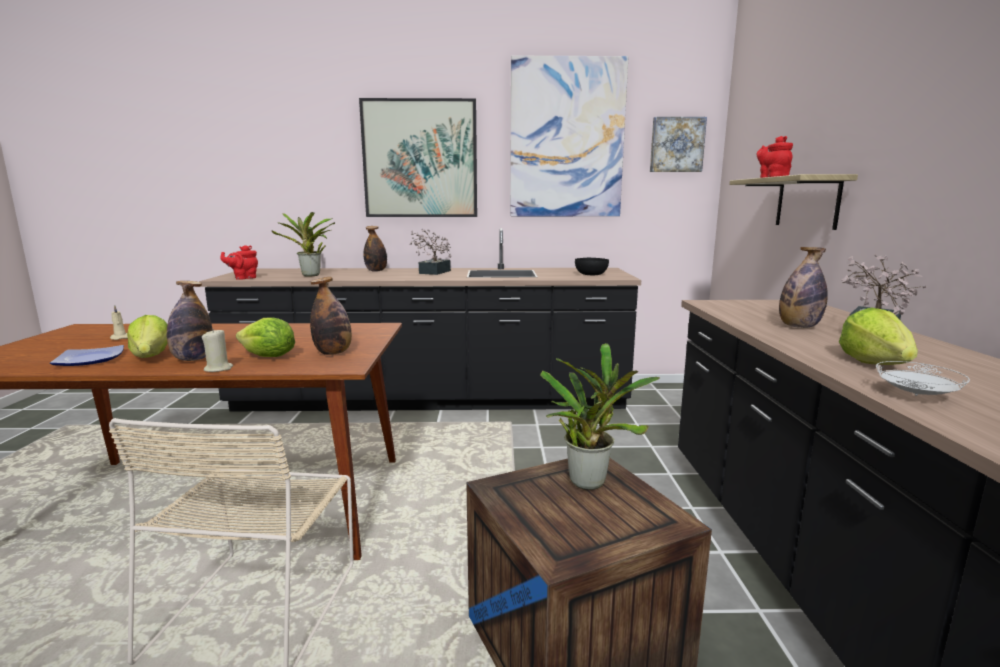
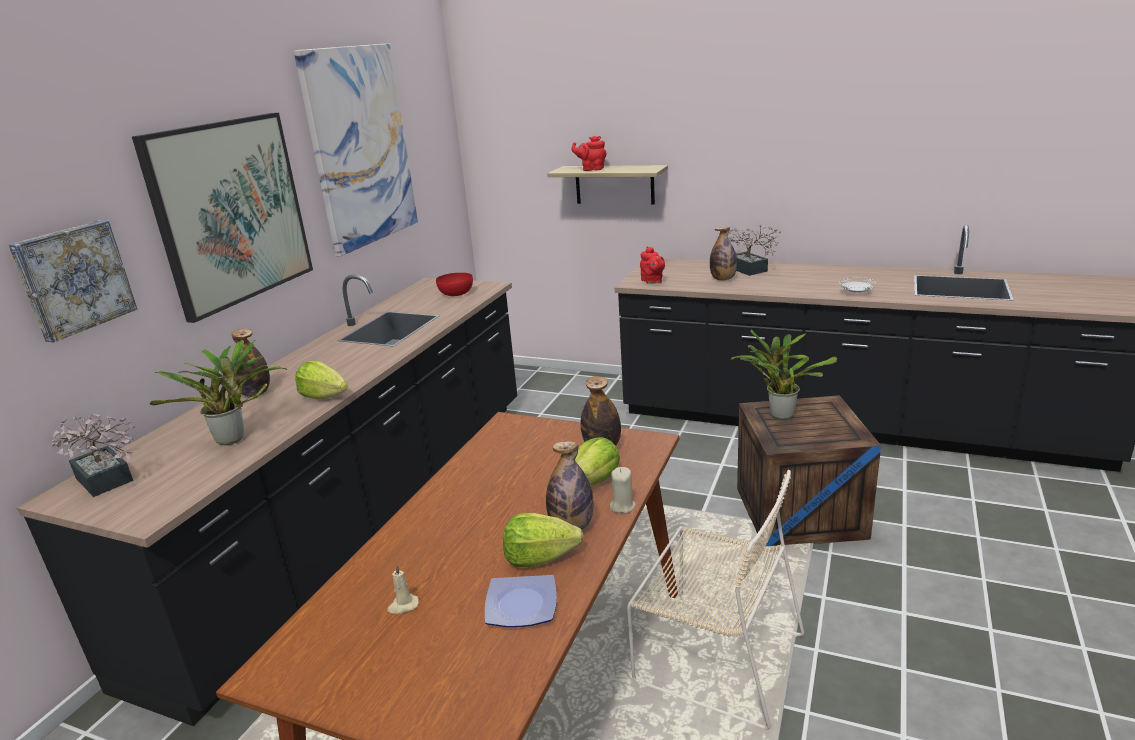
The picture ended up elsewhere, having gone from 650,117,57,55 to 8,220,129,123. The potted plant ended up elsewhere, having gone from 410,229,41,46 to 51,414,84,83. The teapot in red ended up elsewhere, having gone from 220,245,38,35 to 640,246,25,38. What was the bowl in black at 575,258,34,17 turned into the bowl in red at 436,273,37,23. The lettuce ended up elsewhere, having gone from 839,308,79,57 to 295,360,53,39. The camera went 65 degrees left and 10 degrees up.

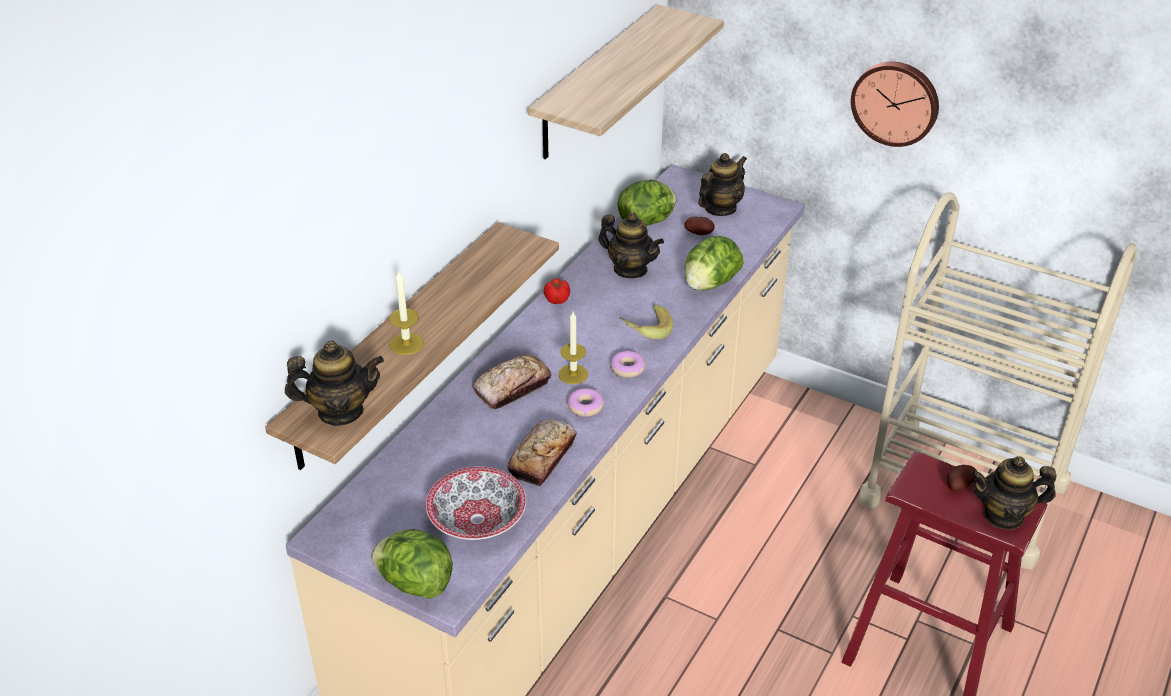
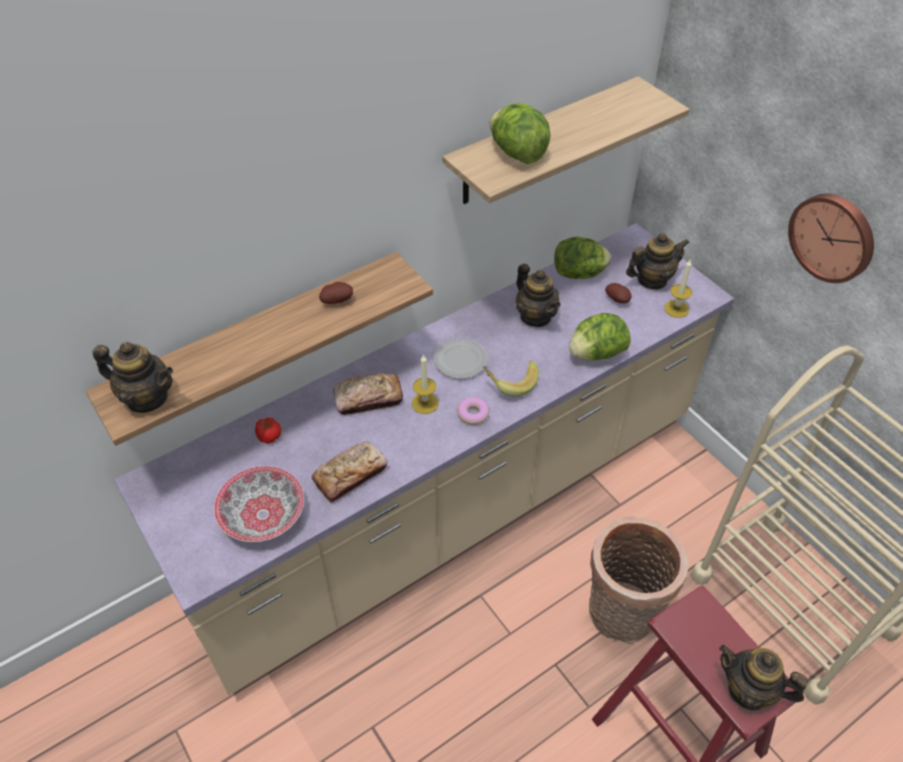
The candle ended up elsewhere, having gone from 389,269,35,86 to 664,260,28,58. The tomato ended up elsewhere, having gone from 543,278,27,26 to 255,417,26,27. The second view lost the donut at 567,388,37,29. The potato ended up elsewhere, having gone from 947,465,30,27 to 319,282,34,22. The lettuce ended up elsewhere, having gone from 371,529,82,70 to 489,103,61,61. The second view gained the plate at 434,338,54,41. The second view gained the basket at 589,516,99,127. The camera went 25 degrees right and 10 degrees up.

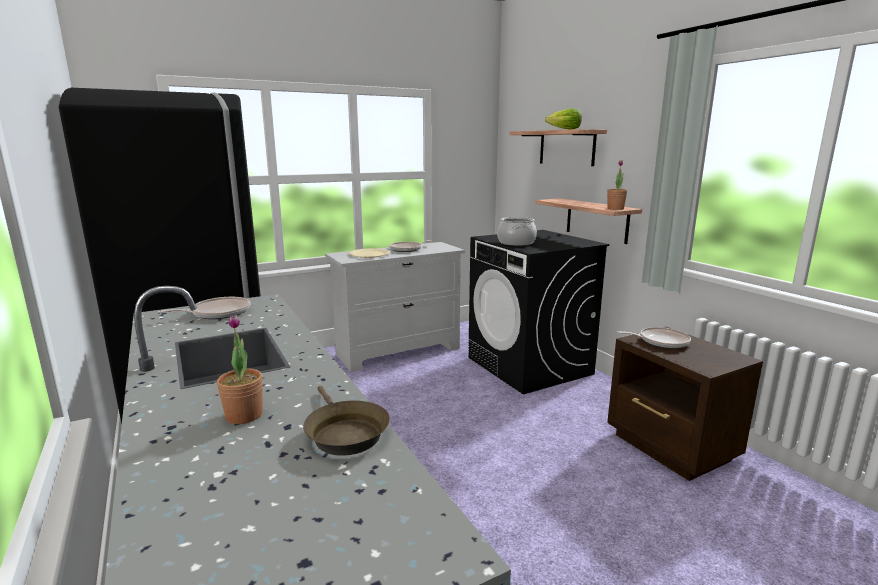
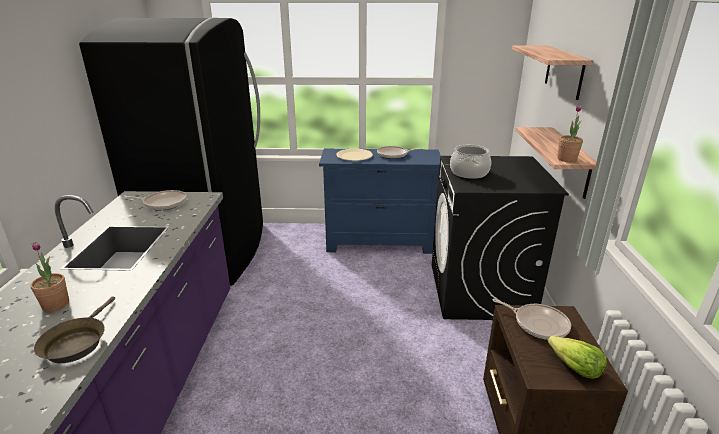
The lettuce ended up elsewhere, having gone from 545,108,37,21 to 547,336,60,43. What was the dresser in white at 325,242,140,130 turned into the dresser in blue at 319,149,122,105. The camera went 30 degrees right and 10 degrees up.

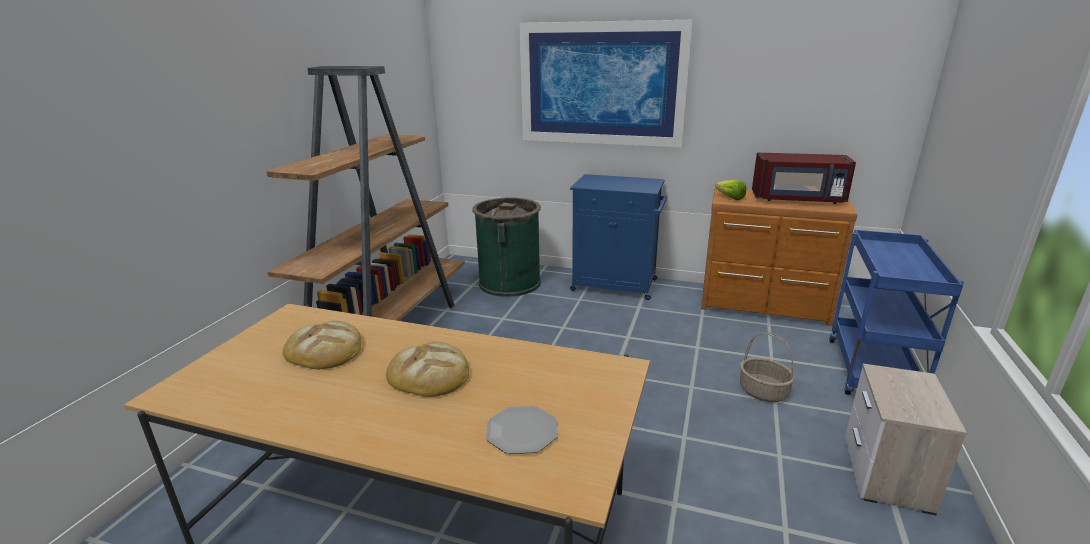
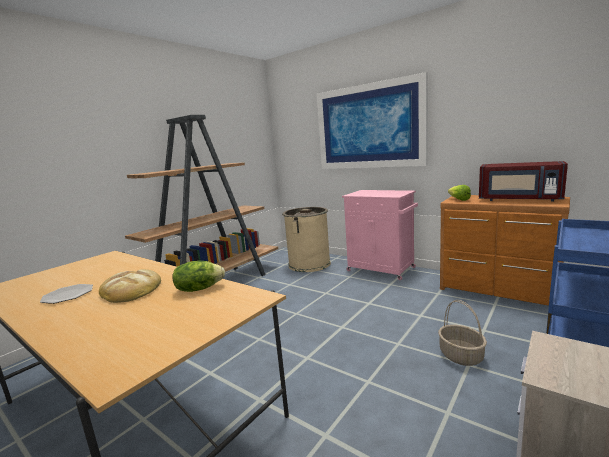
What was the cabinet in blue at 570,174,97,126 turned into the cabinet in pink at 342,190,76,90. What was the trash can in green at 472,198,69,99 turned into the trash can in beige at 282,207,49,65. The second view lost the bread at 283,321,78,48. The plate ended up elsewhere, having gone from 486,406,72,48 to 40,284,53,20. The second view gained the lettuce at 172,261,53,31. The camera went 20 degrees right and 10 degrees down.

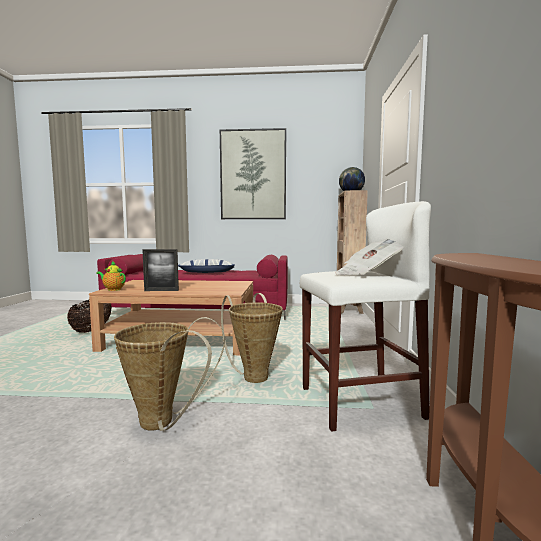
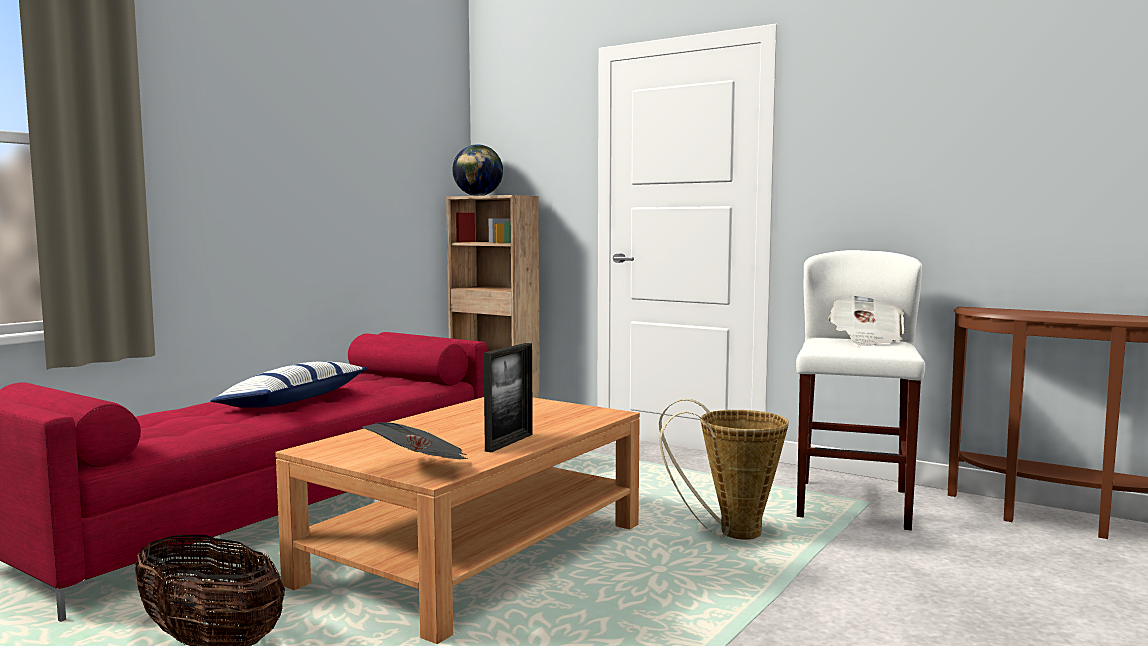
The second view lost the picture at 220,128,66,91. Where the teapot stood at 96,261,30,30, the newspaper came to stand at 362,422,106,37. The second view lost the basket at 114,317,111,114. The camera went 60 degrees left and 0 degrees up.

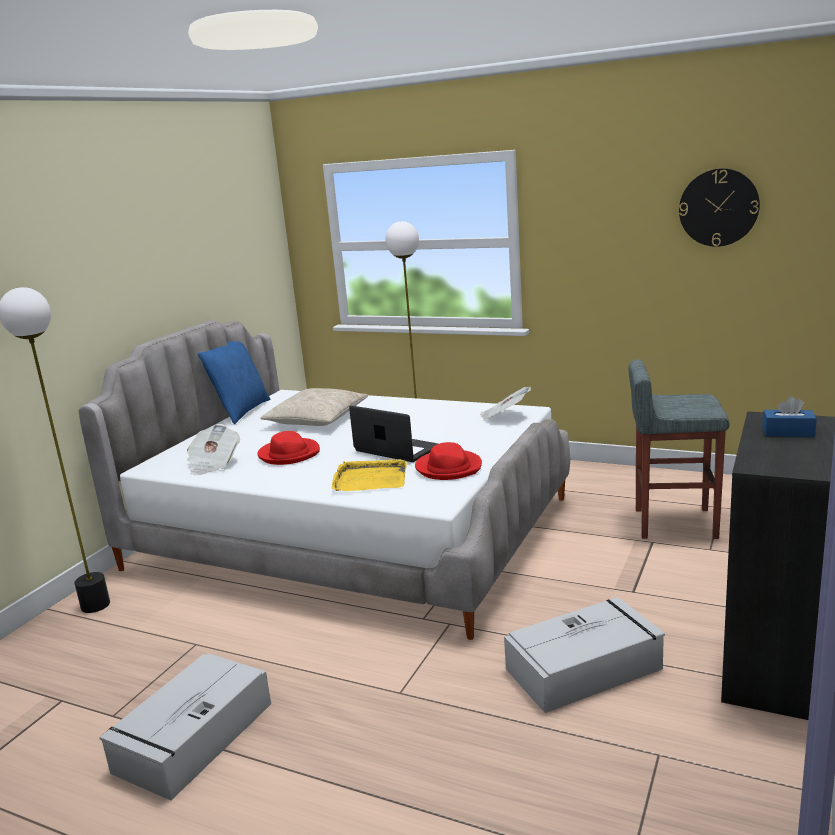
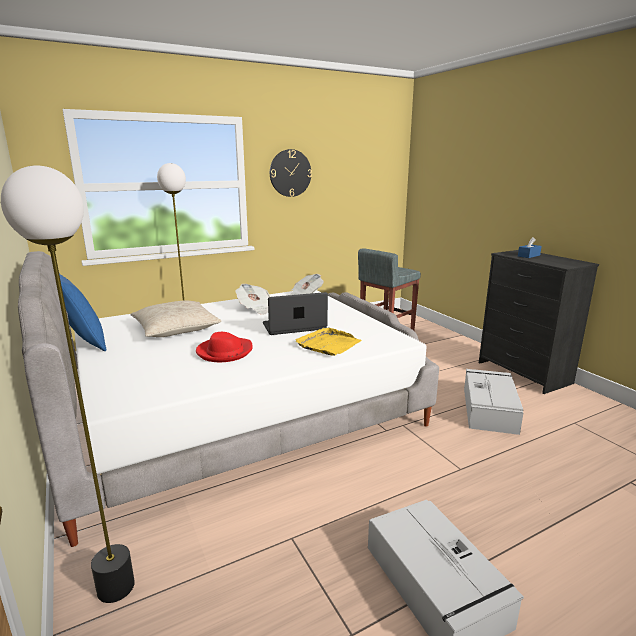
The wall clock ended up elsewhere, having gone from 679,168,81,79 to 270,149,42,48. The newspaper ended up elsewhere, having gone from 187,424,53,51 to 235,284,36,31. The second view lost the hat in red at 415,442,67,38. The camera went 55 degrees left and 0 degrees up.

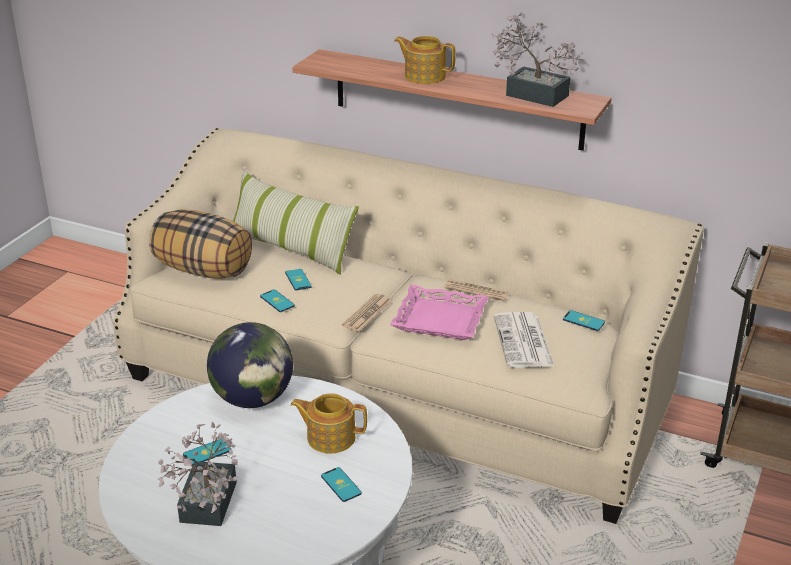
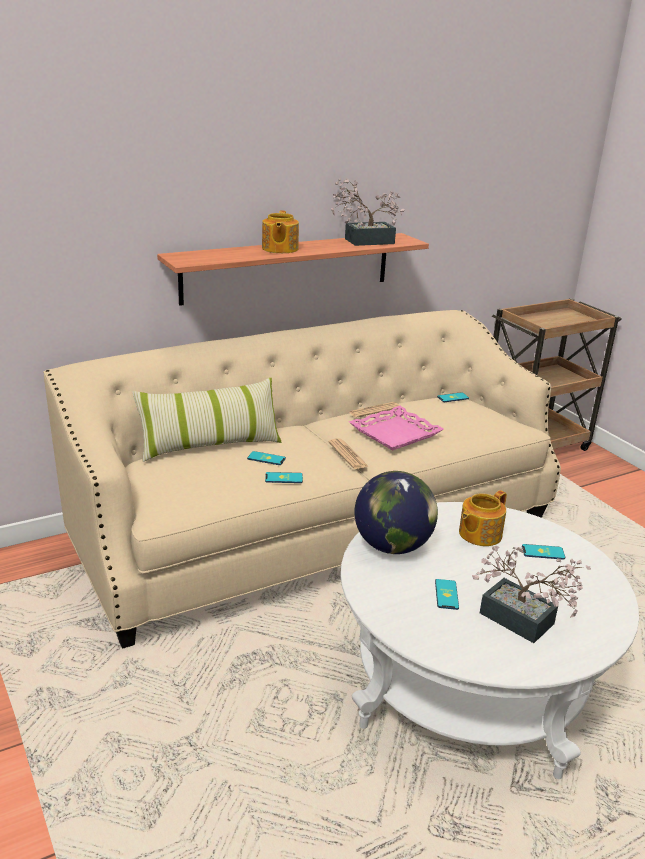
The teapot at 394,36,62,48 ended up facing another way, 60 degrees counterclockwise from before. The second view lost the pillow at 149,209,103,70. The second view lost the newspaper at 494,312,60,56. The camera went 55 degrees left and 5 degrees down.

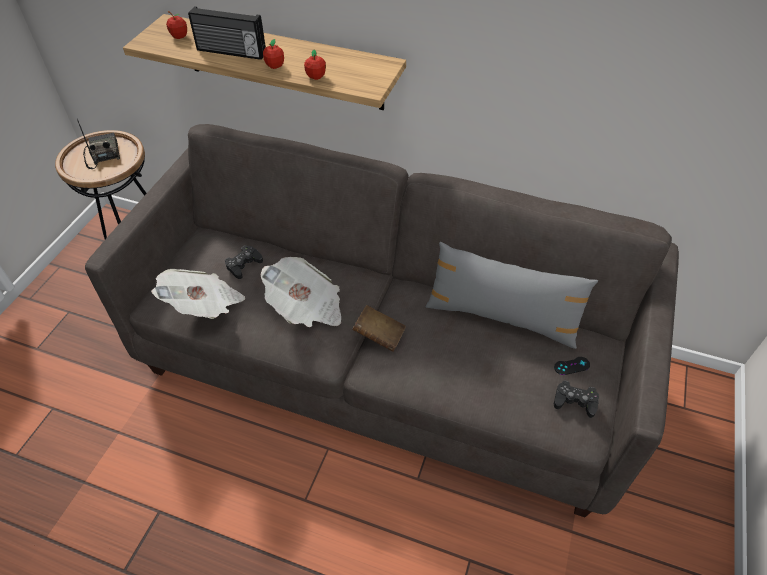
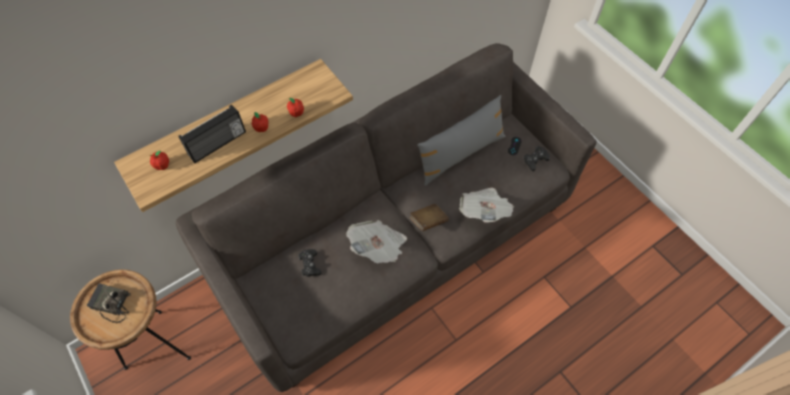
The newspaper ended up elsewhere, having gone from 151,269,94,50 to 459,188,55,35. The camera went 55 degrees left and 10 degrees up.

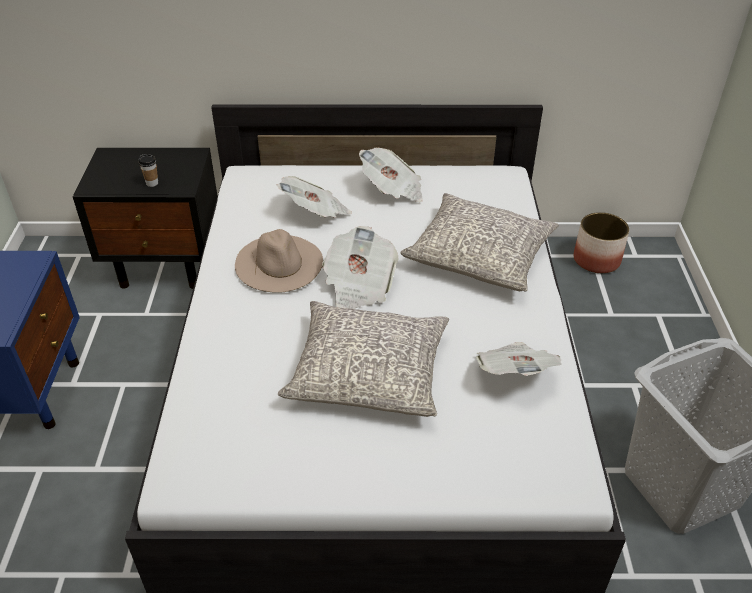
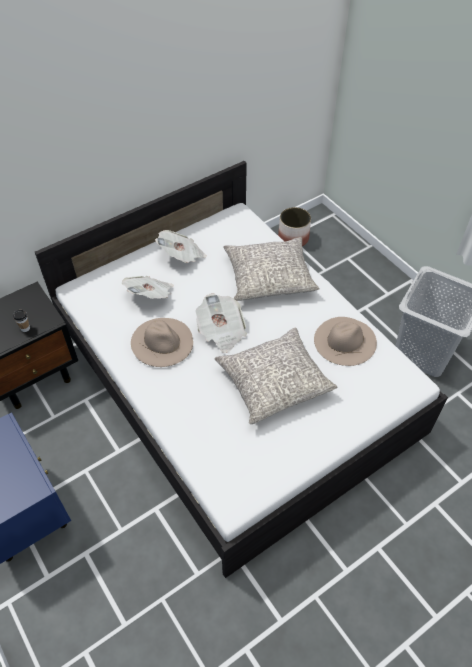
Where the newspaper stood at 476,342,85,34, the hat in beige came to stand at 314,317,63,49. The camera went 35 degrees left and 10 degrees up.

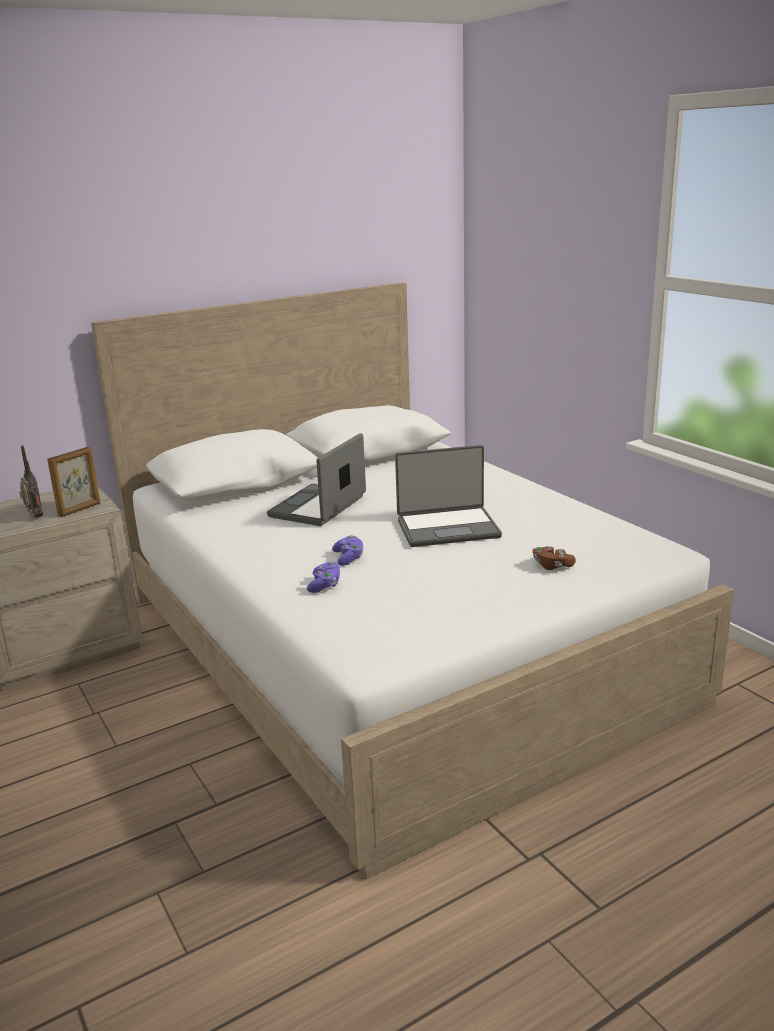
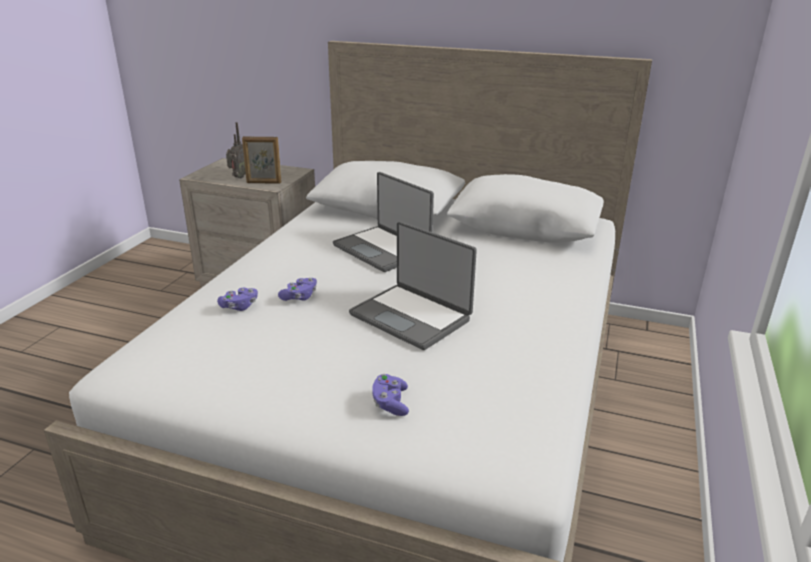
The laptop at 267,433,99,93 ended up facing another way, 120 degrees counterclockwise from before. What was the game controller in brown at 533,546,43,24 turned into the game controller in purple at 372,374,37,42. The camera went 50 degrees right and 5 degrees up.

